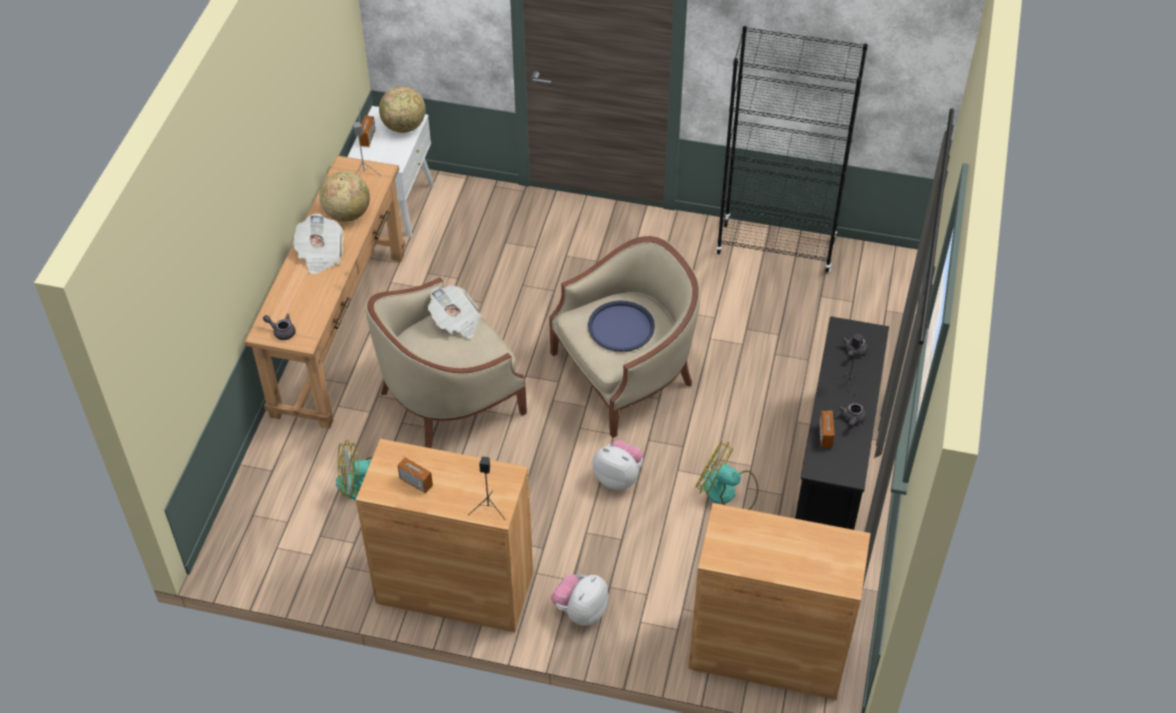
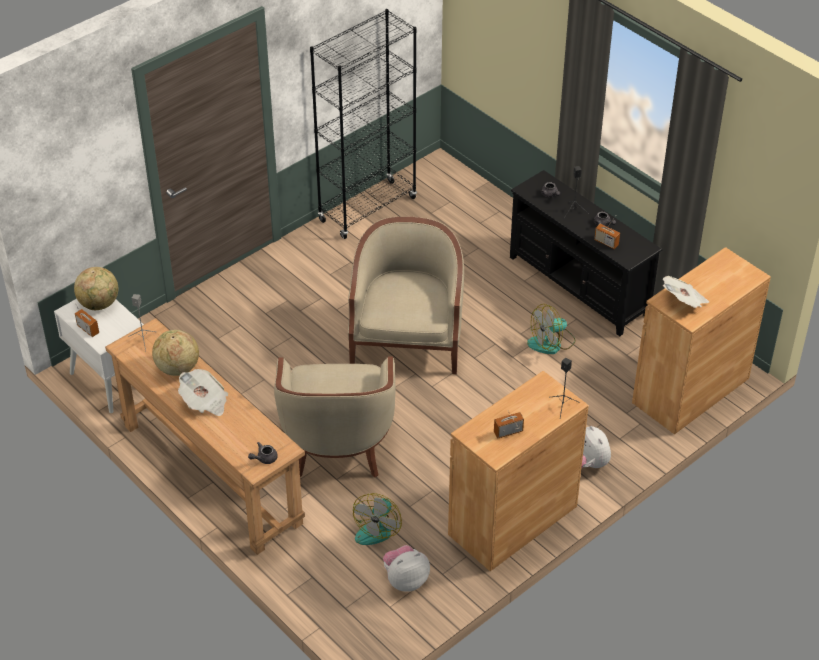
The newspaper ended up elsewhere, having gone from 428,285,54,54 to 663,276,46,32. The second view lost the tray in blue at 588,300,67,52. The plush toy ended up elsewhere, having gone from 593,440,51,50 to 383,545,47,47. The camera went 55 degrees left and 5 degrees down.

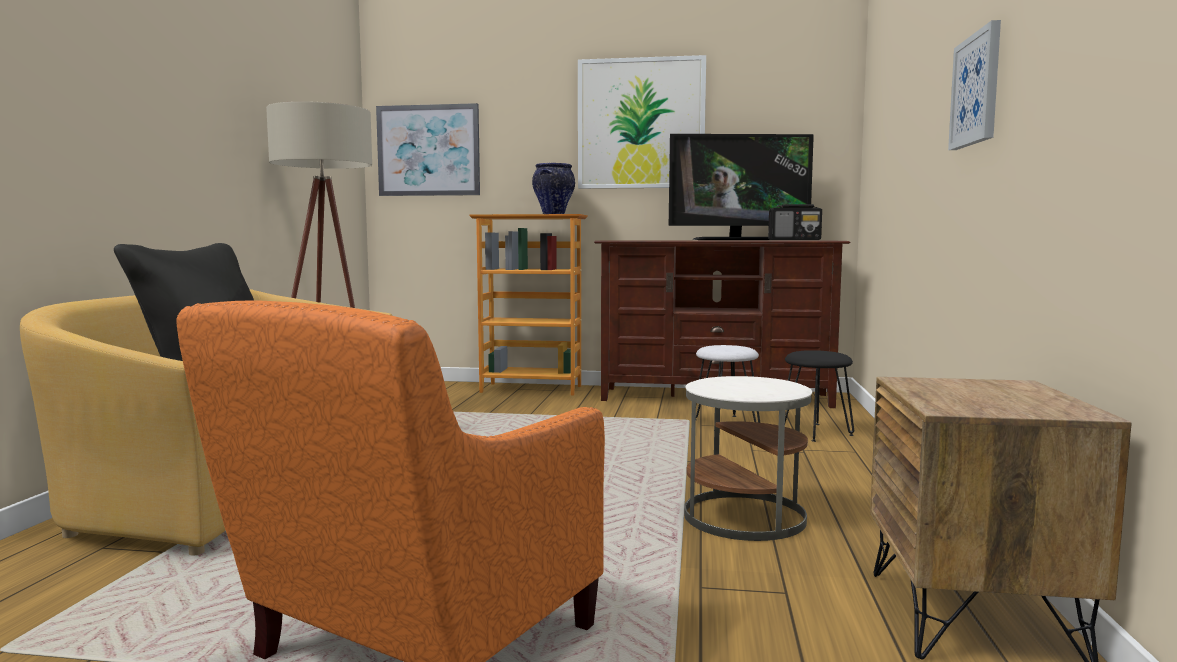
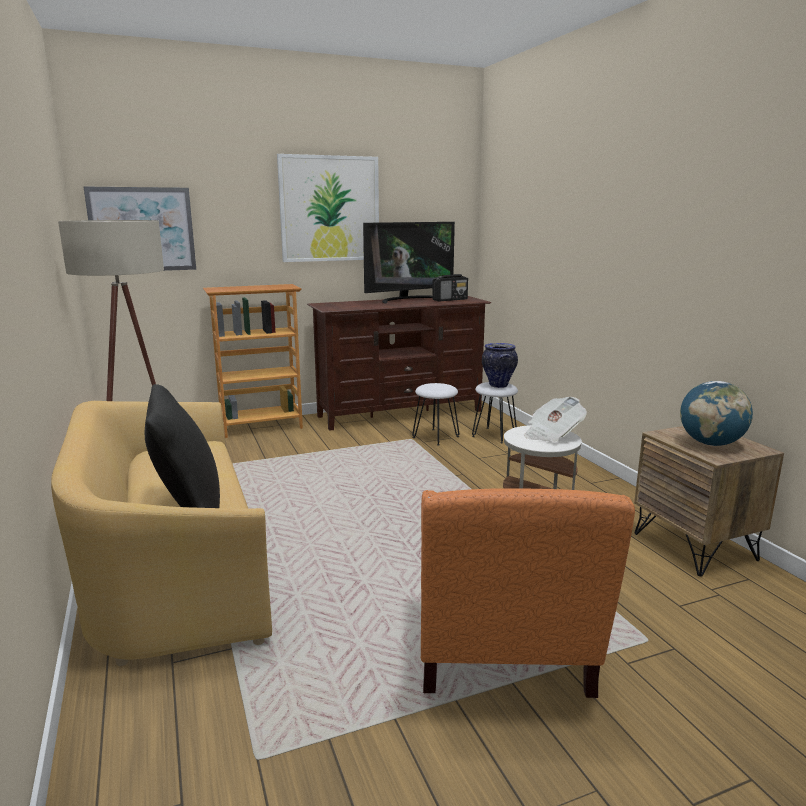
The second view lost the picture at 948,20,53,130. The vase ended up elsewhere, having gone from 532,163,43,51 to 482,343,36,45. What was the stool in black at 785,350,69,92 turned into the stool in white at 472,382,46,61. The second view gained the globe at 680,381,73,65. The second view gained the newspaper at 524,397,63,45. The camera went 30 degrees left and 10 degrees up.

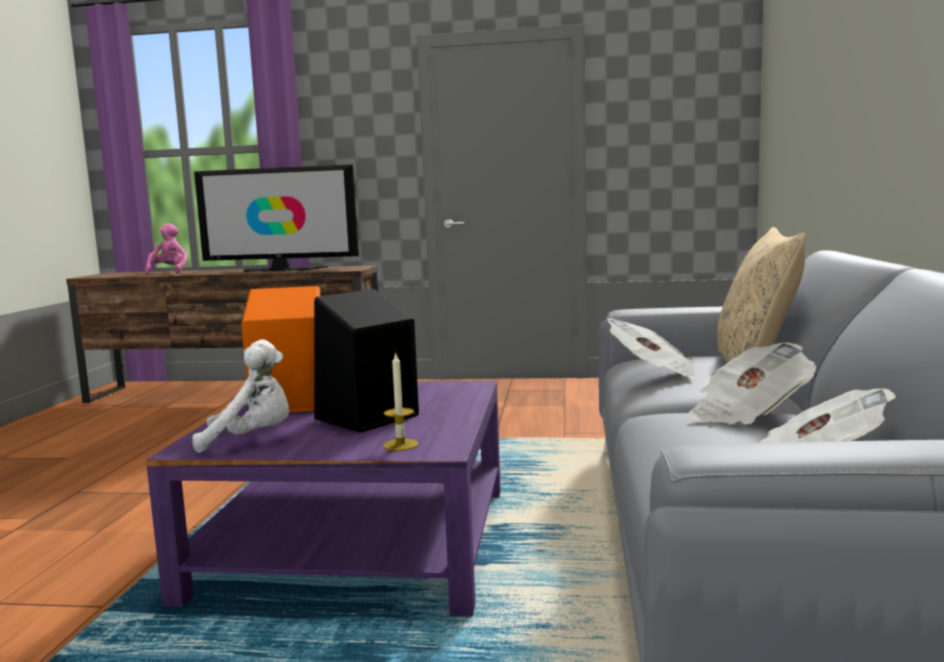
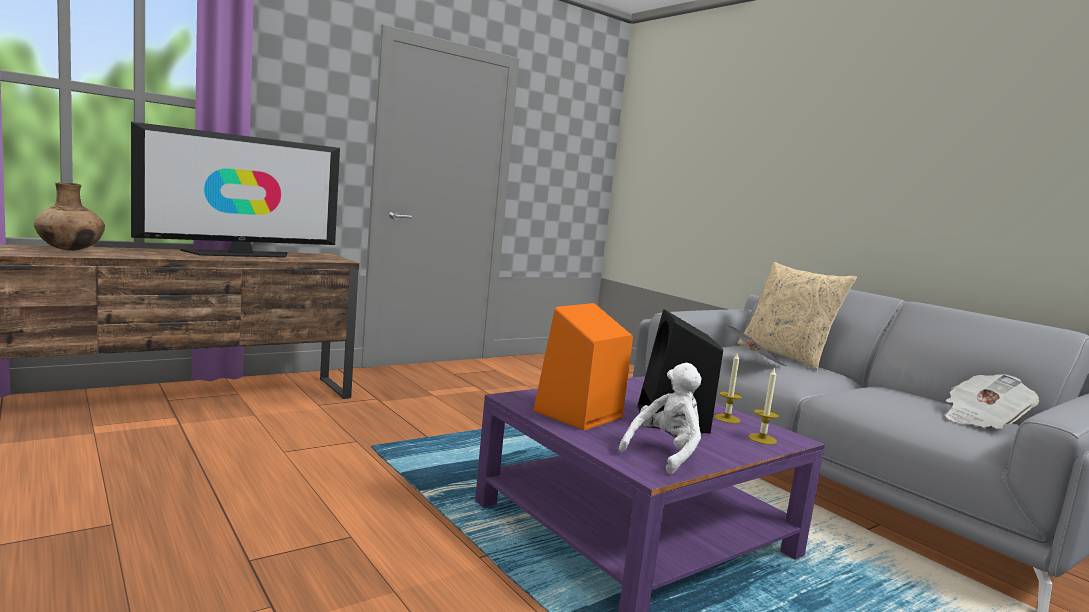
Where the plush toy in pink stood at 145,223,43,51, the vase in brown came to stand at 34,182,71,69. The second view lost the newspaper at 688,342,128,83. The second view gained the candle at 714,352,28,72. The camera went 45 degrees left and 0 degrees up.

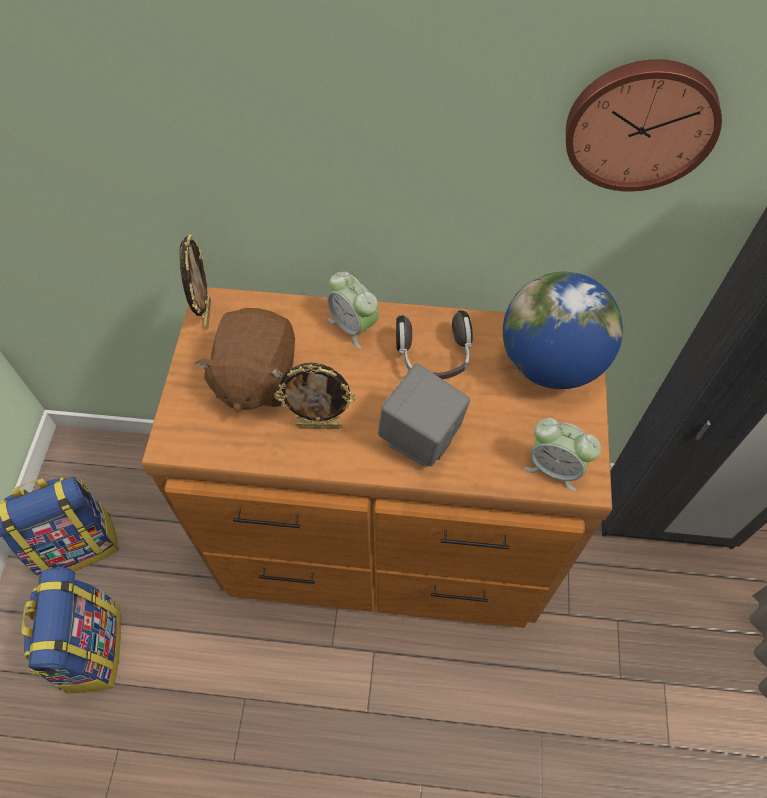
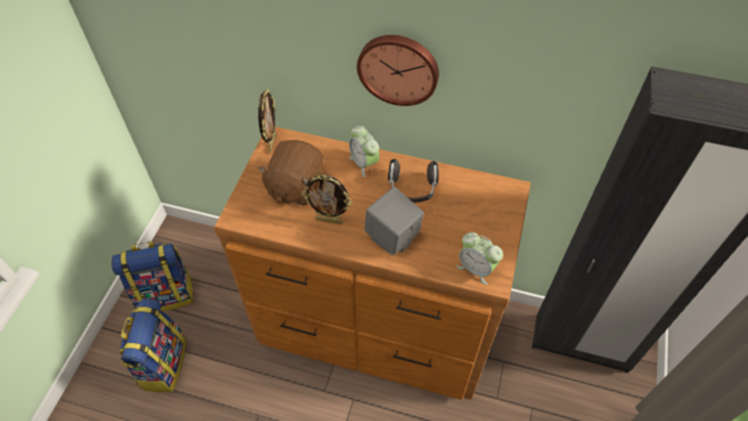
The wall clock ended up elsewhere, having gone from 566,59,156,133 to 357,35,82,71. The second view lost the globe at 503,272,120,117. The camera went 10 degrees right and 5 degrees down.

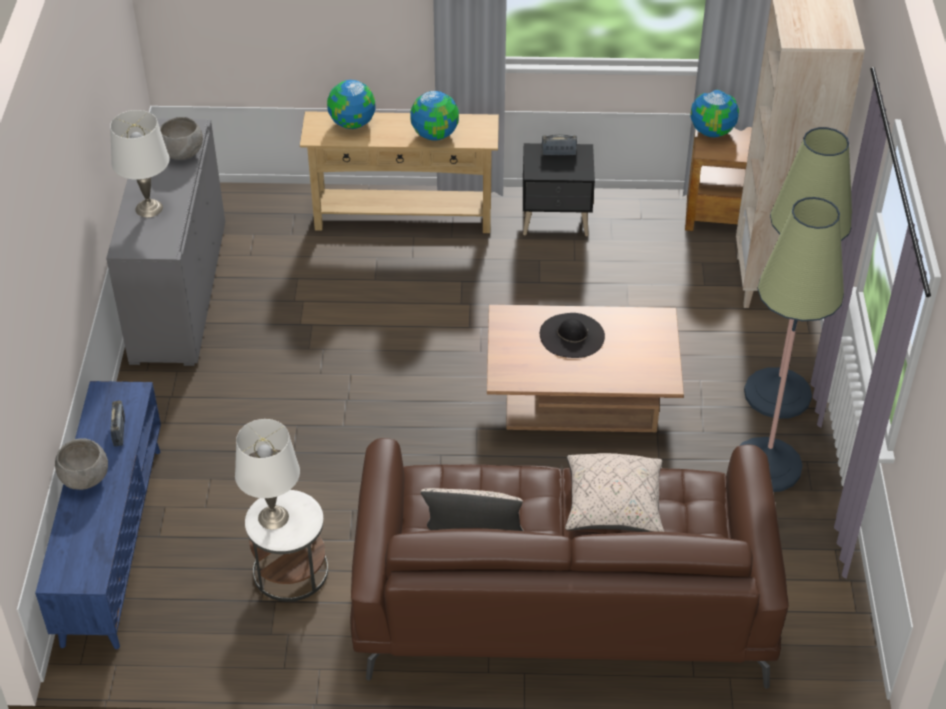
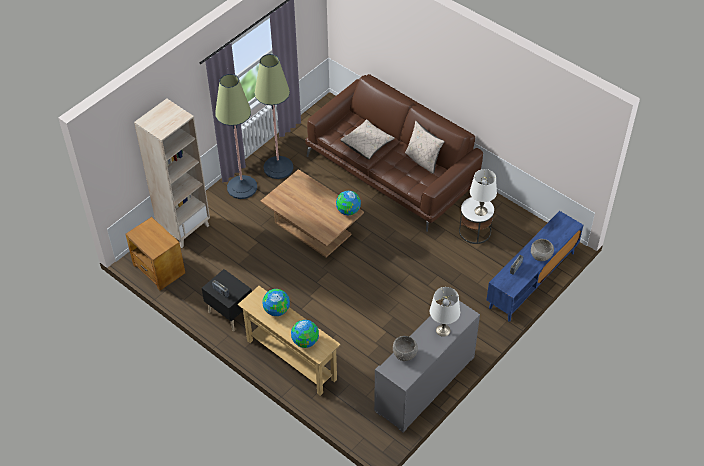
The globe ended up elsewhere, having gone from 691,90,48,47 to 336,191,25,24. The second view lost the hat in black at 540,313,65,45. The camera went 140 degrees left and 5 degrees up.

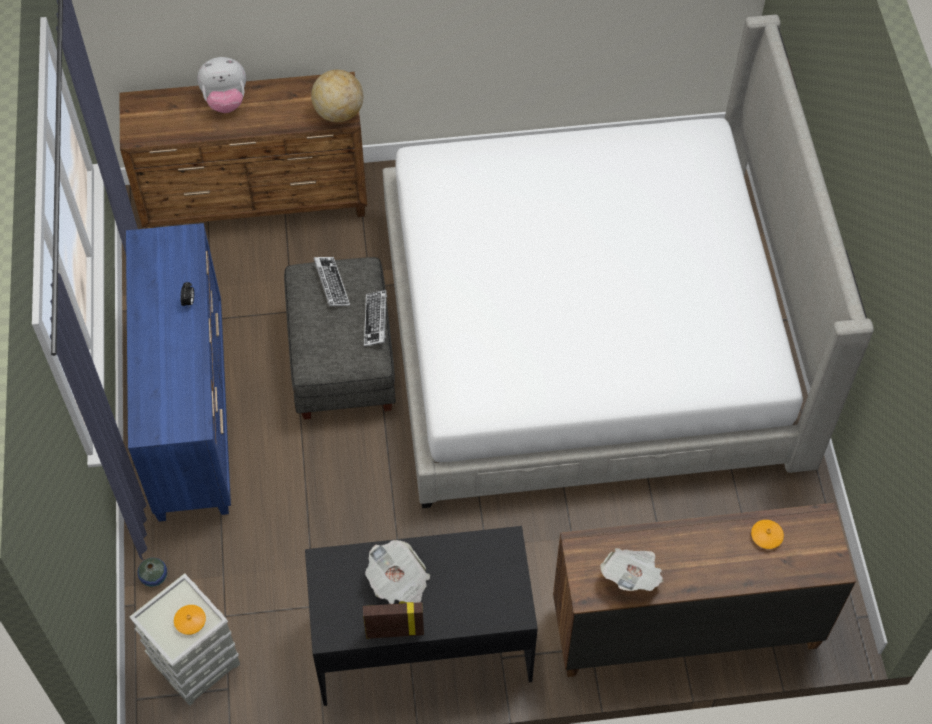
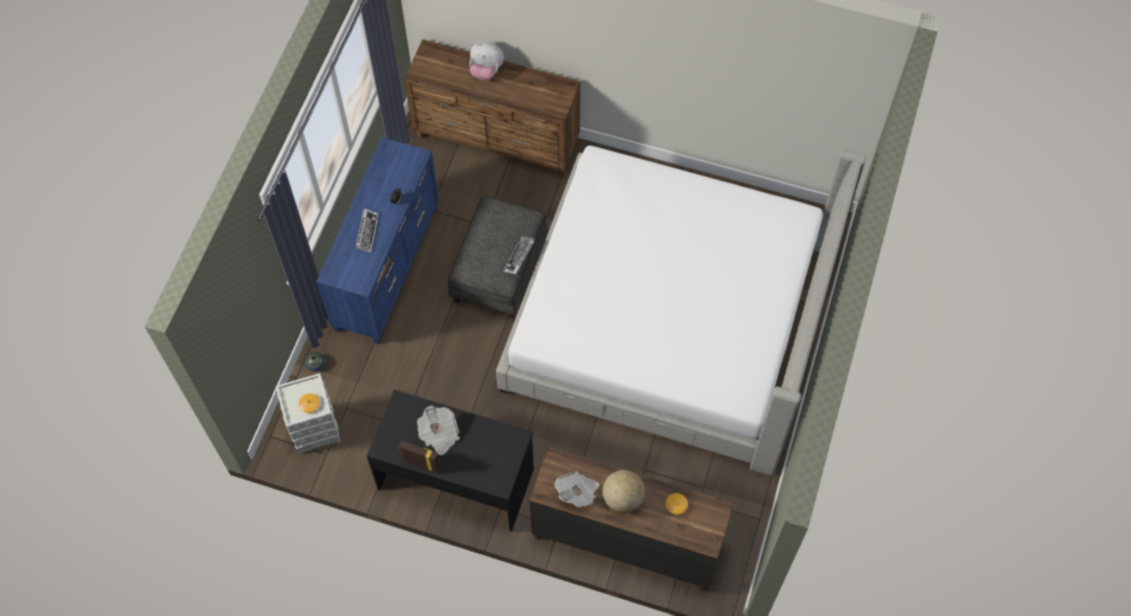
The globe ended up elsewhere, having gone from 311,70,52,52 to 602,470,43,43. The keyboard ended up elsewhere, having gone from 313,257,37,49 to 355,209,24,44. The camera went 25 degrees right and 5 degrees up.

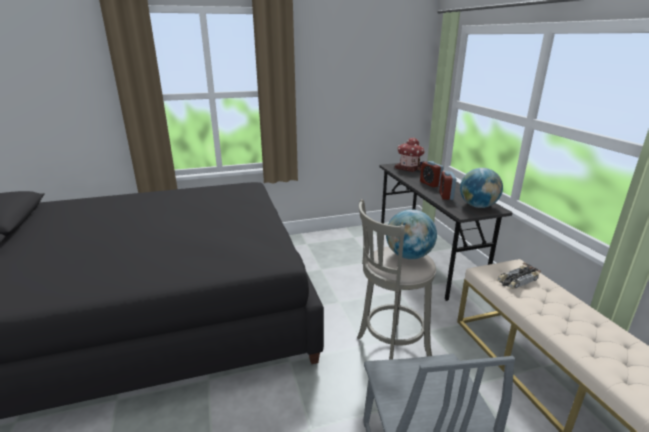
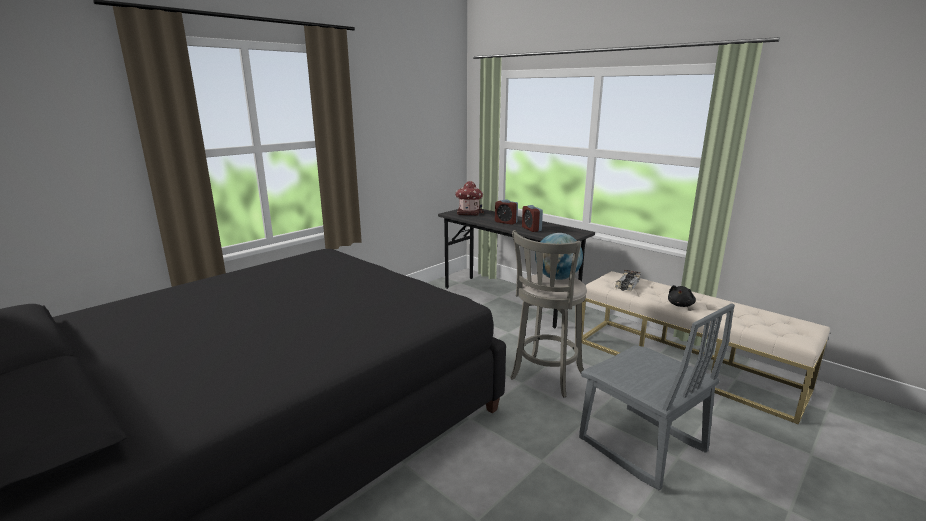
The second view lost the globe at 460,168,43,40. The second view gained the plush toy in black at 668,285,28,22. The camera went 30 degrees left and 5 degrees down.

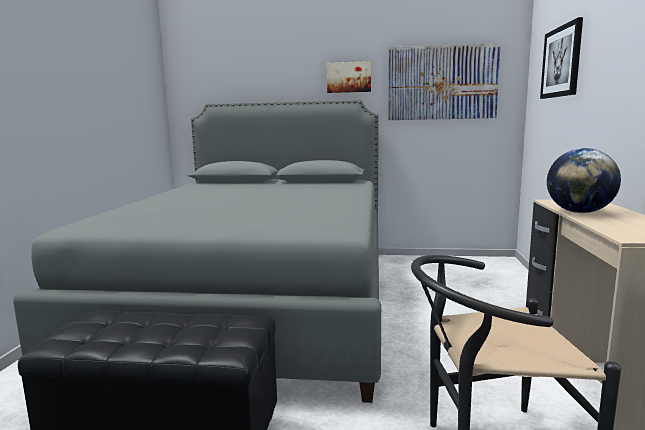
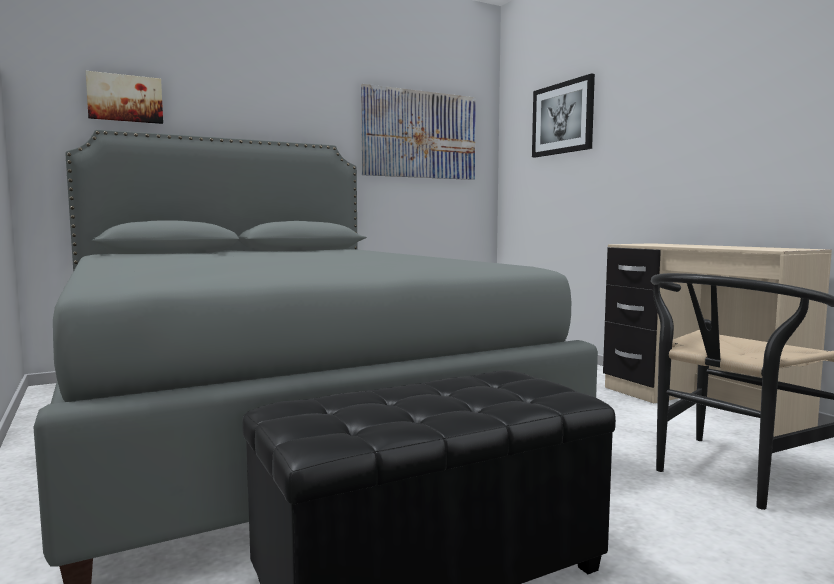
The picture ended up elsewhere, having gone from 327,61,44,32 to 86,71,77,53. The second view lost the globe at 547,148,74,65. The camera went 35 degrees left and 5 degrees down.

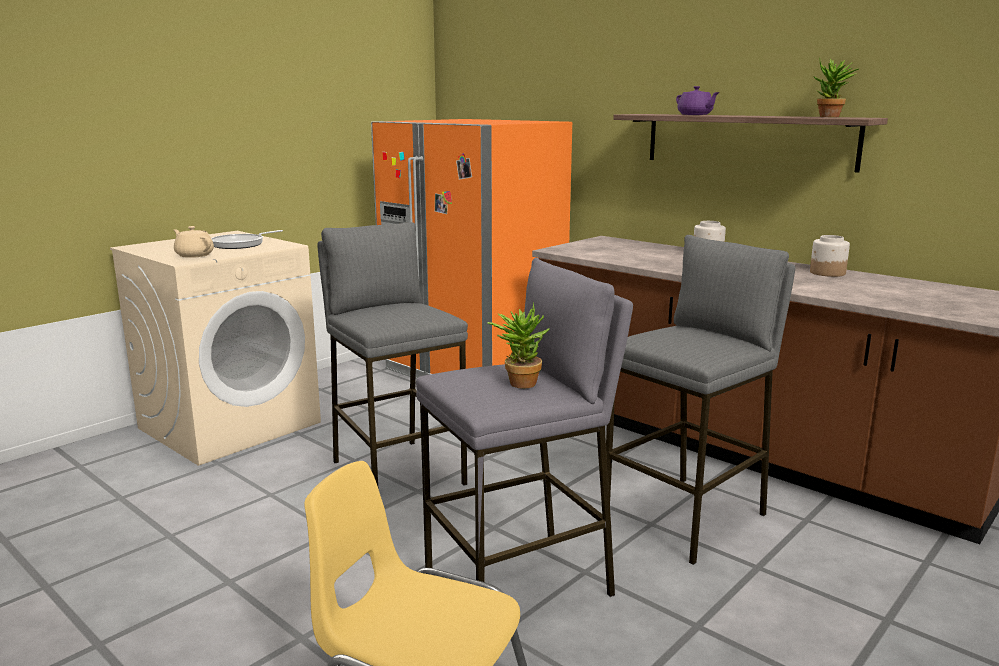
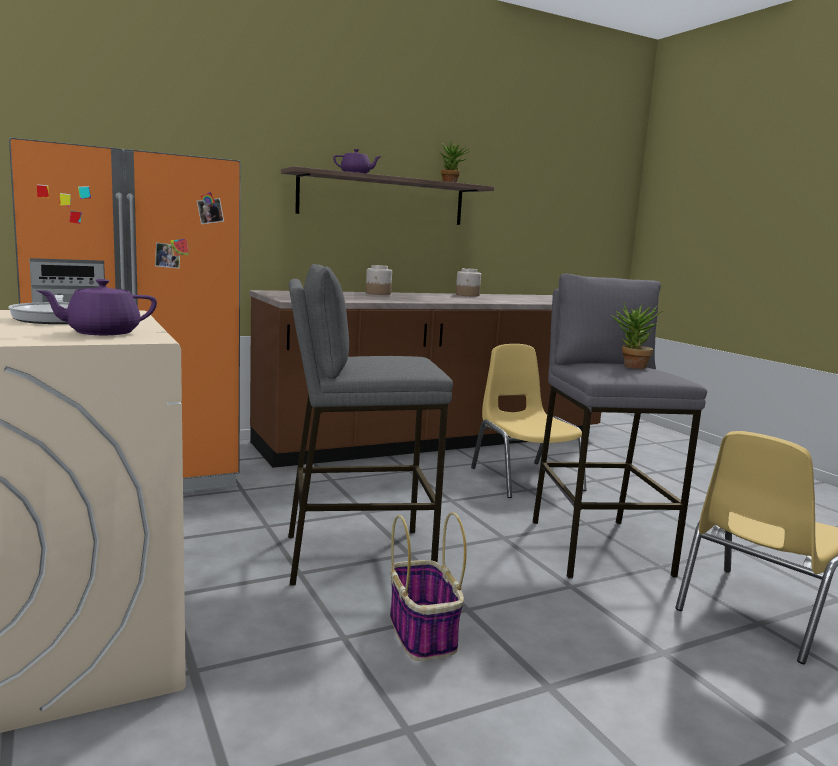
What was the teapot in beige at 174,226,40,32 turned into the teapot in purple at 36,279,121,56. Where the stool in grey stood at 606,235,189,330, the chair in yellow came to stand at 471,344,116,154. The second view gained the basket at 390,512,77,149. The camera went 70 degrees left and 5 degrees down.

